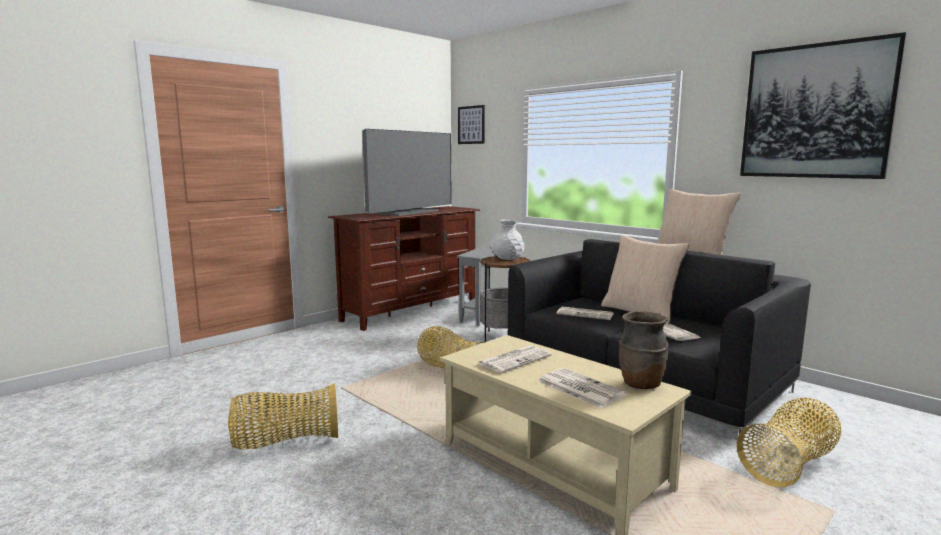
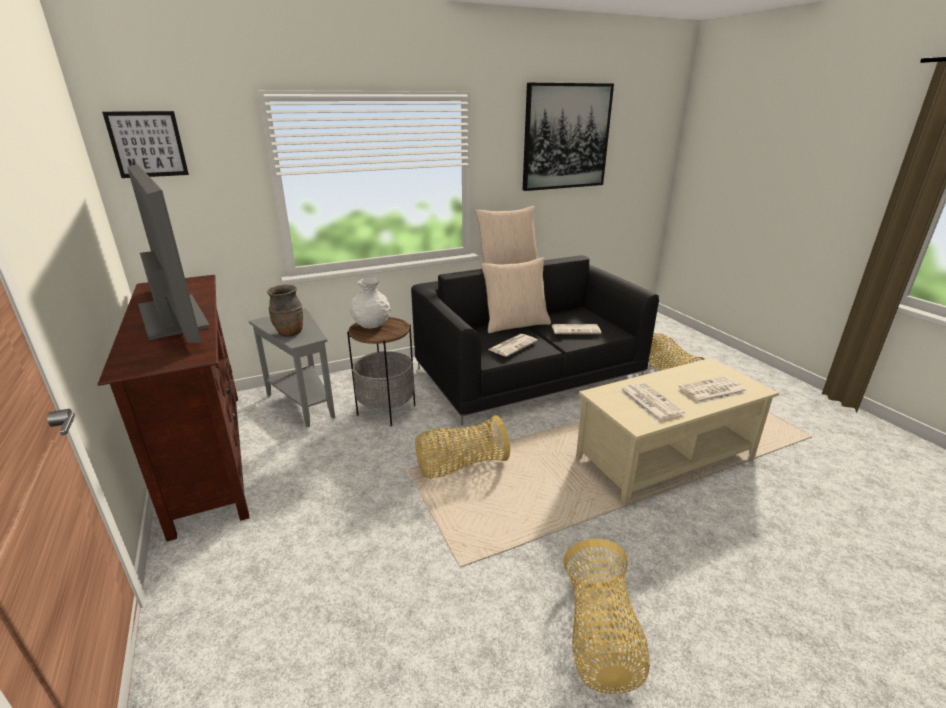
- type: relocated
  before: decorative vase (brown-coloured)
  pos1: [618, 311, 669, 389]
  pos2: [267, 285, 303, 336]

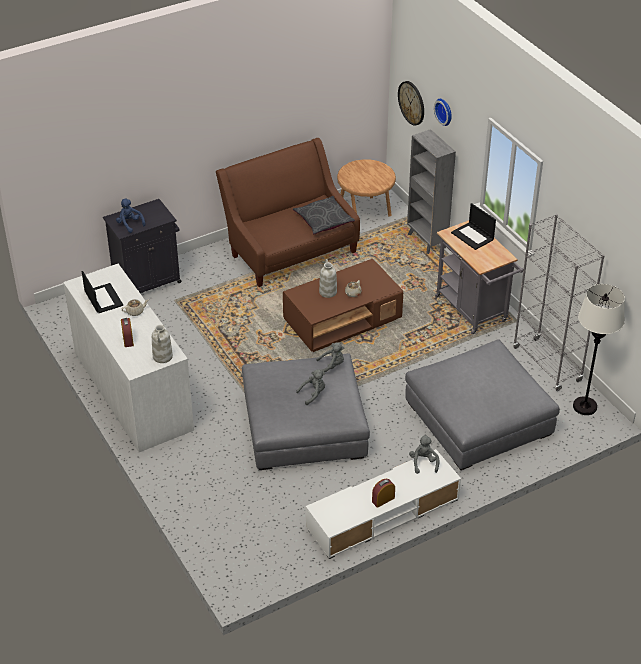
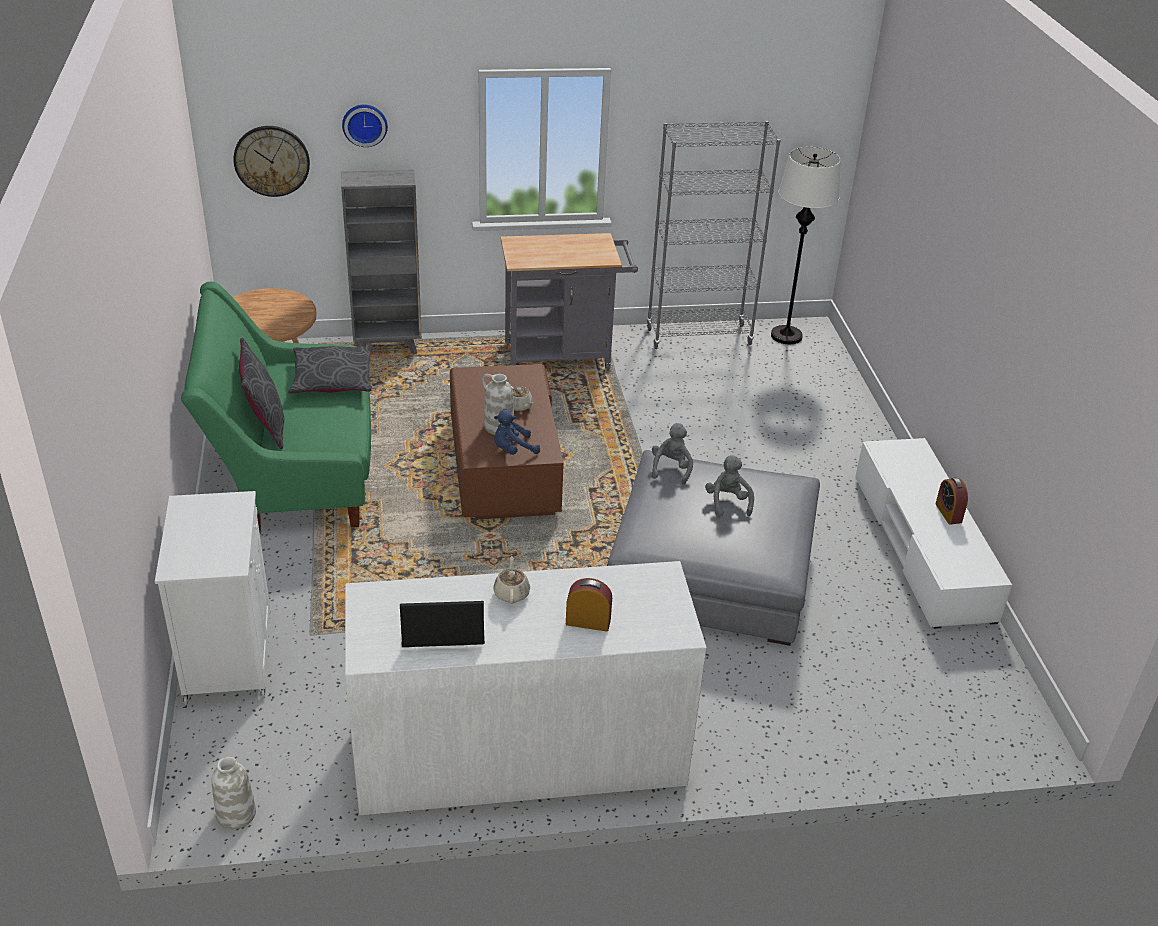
- type: missing
  before: ottoman (gray)
  pos1: [405, 340, 560, 470]
- type: missing
  before: soft toy (gray)
  pos1: [409, 435, 439, 474]
- type: missing
  before: portable computer
  pos1: [451, 203, 496, 250]
- type: appeared
  after: pillow (gray)
  pos2: [239, 338, 284, 449]
- type: relocated
  before: soft toy (bluish)
  pos1: [116, 199, 145, 233]
  pos2: [494, 409, 540, 455]
- type: relocated
  before: decorative vase (white-coloured)
  pos1: [152, 324, 173, 363]
  pos2: [212, 757, 256, 829]
- type: colour
  before: cupboard (blackish)
  after: cupboard (white-coloured)
  pos1: [103, 199, 182, 293]
  pos2: [155, 491, 271, 705]
- type: colour
  before: settee (brown-coloured)
  after: settee (greenish)
  pos1: [216, 138, 360, 287]
  pos2: [181, 282, 371, 533]

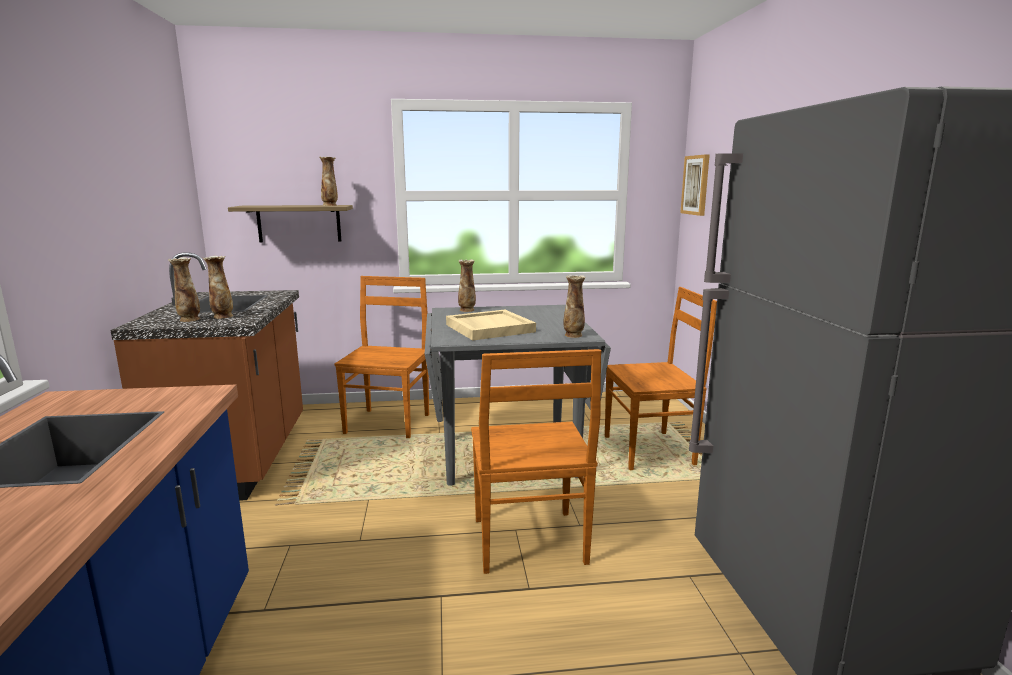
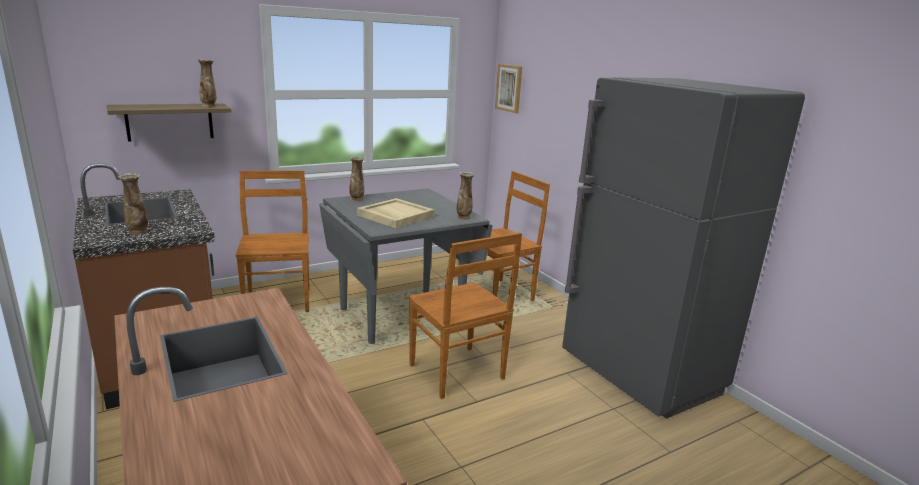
- type: missing
  before: decorative vase
  pos1: [203, 256, 233, 319]

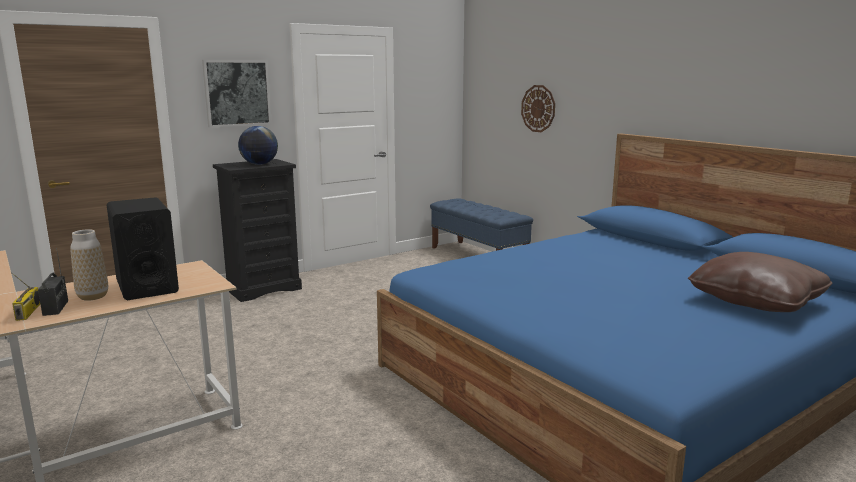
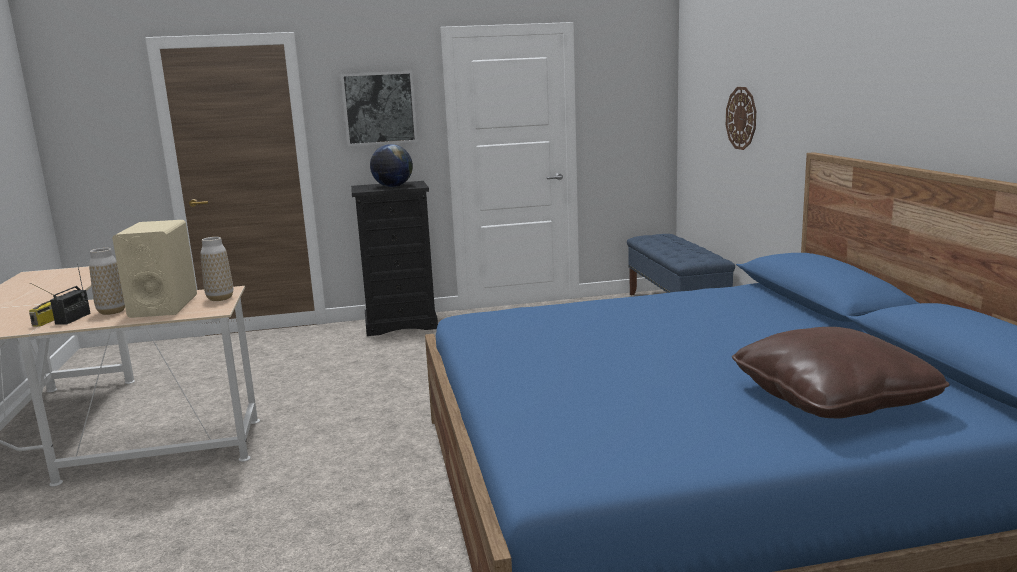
- type: appeared
  after: decorative vase
  pos2: [201, 237, 233, 301]
- type: colour
  before: audio speaker (blackish)
  after: audio speaker (beige-coloured)
  pos1: [107, 197, 179, 300]
  pos2: [112, 220, 197, 318]

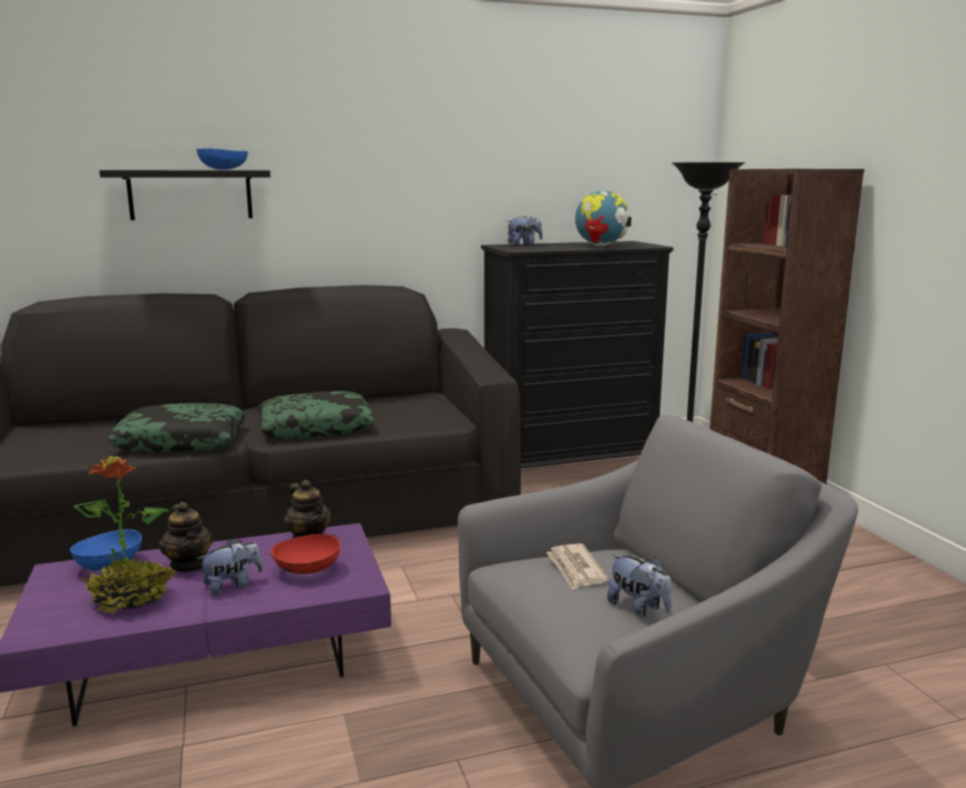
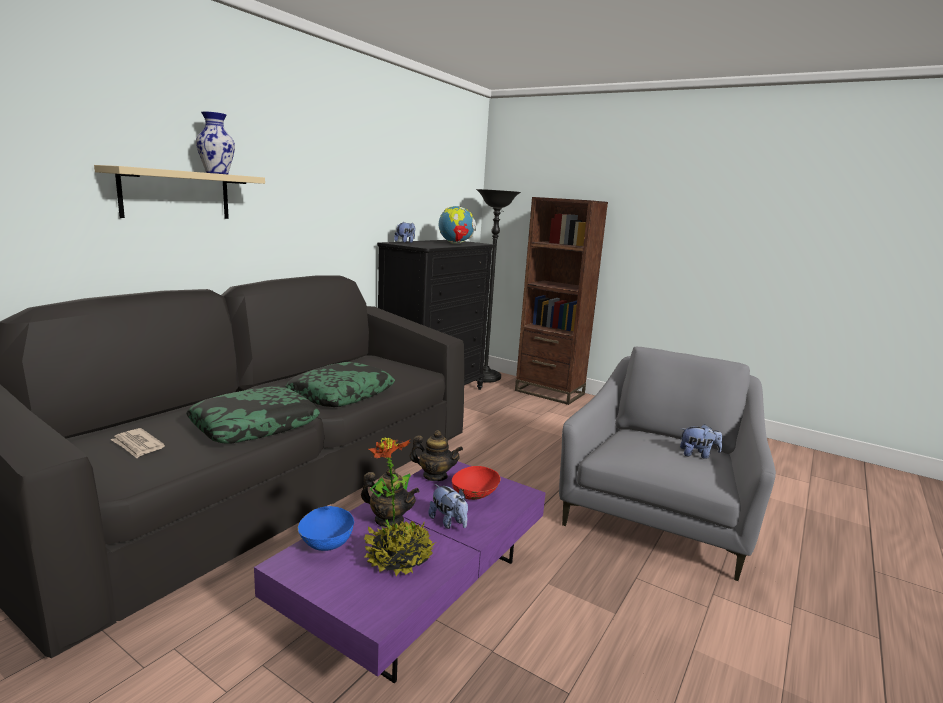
- type: relocated
  before: printed paper
  pos1: [546, 544, 609, 590]
  pos2: [111, 428, 165, 458]
- type: exchanged
  before: bowl (bluish)
  after: decorative vase
  pos1: [196, 148, 248, 170]
  pos2: [196, 111, 235, 174]
- type: colour
  before: shelf (blackish)
  after: shelf (beige-coloured)
  pos1: [99, 170, 271, 220]
  pos2: [94, 165, 265, 219]
- type: spun
  before: soft toy
  pos1: [197, 539, 263, 596]
  pos2: [428, 484, 468, 529]
  turn: 120

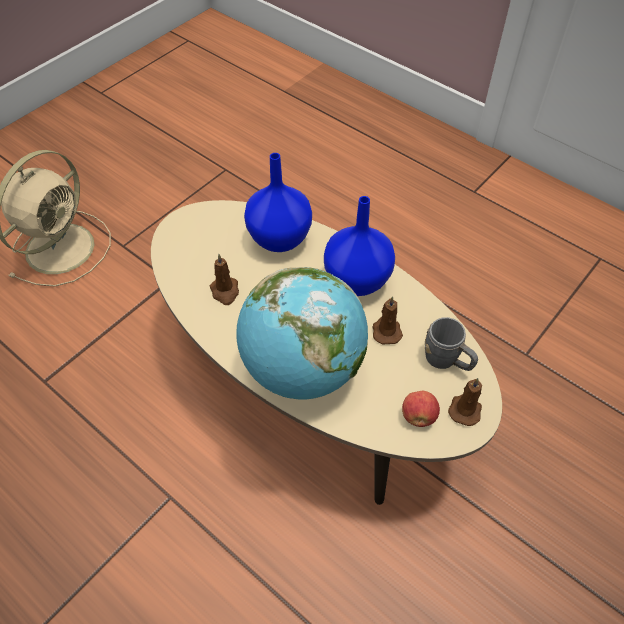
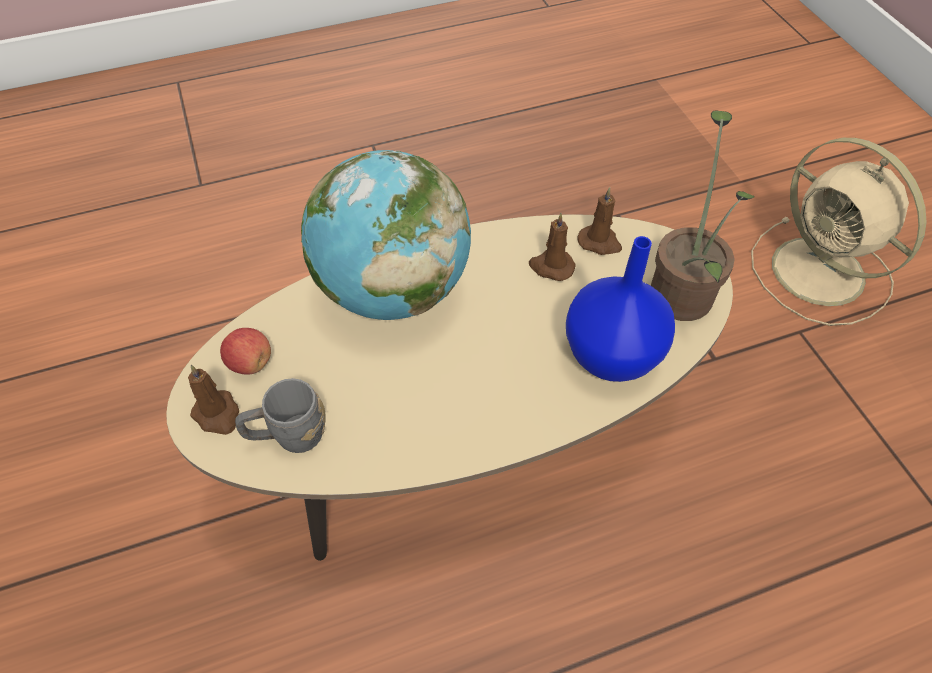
- type: missing
  before: decorative vase (bluish)
  pos1: [324, 196, 395, 296]
- type: appeared
  after: potted plant
  pos2: [651, 111, 755, 321]
- type: relocated
  before: wax light (brown-coloured)
  pos1: [373, 296, 403, 344]
  pos2: [577, 187, 622, 255]

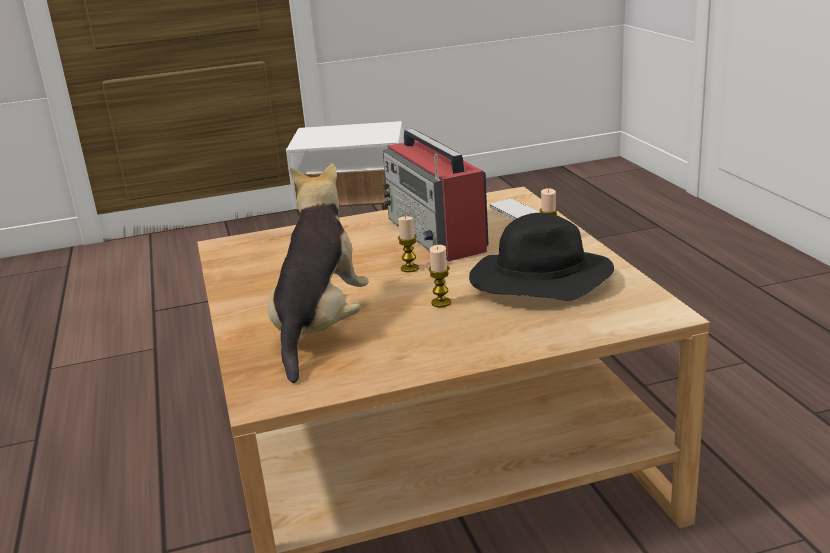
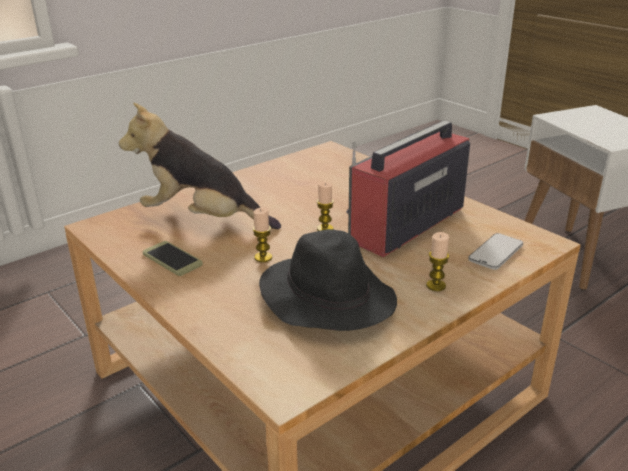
- type: appeared
  after: handset
  pos2: [143, 241, 203, 276]
- type: spun
  before: soft toy
  pos1: [268, 163, 369, 383]
  pos2: [119, 103, 281, 229]
  turn: -150

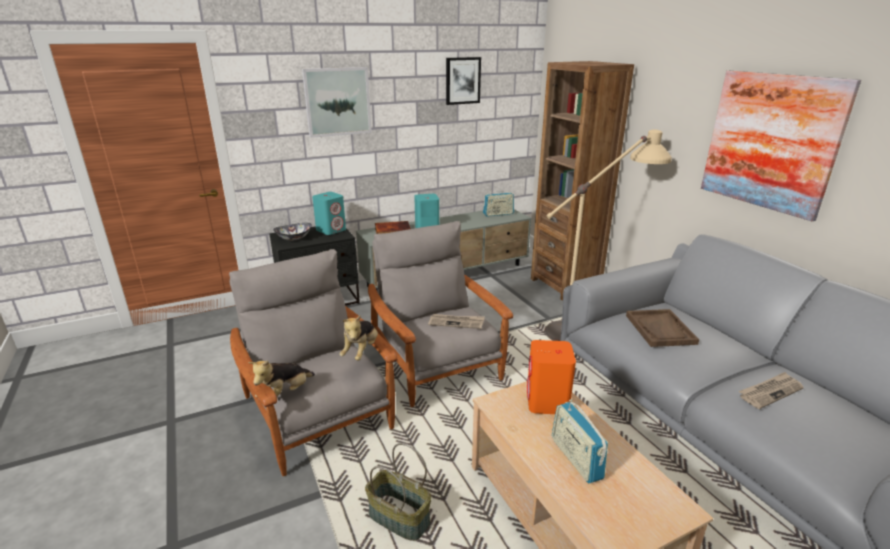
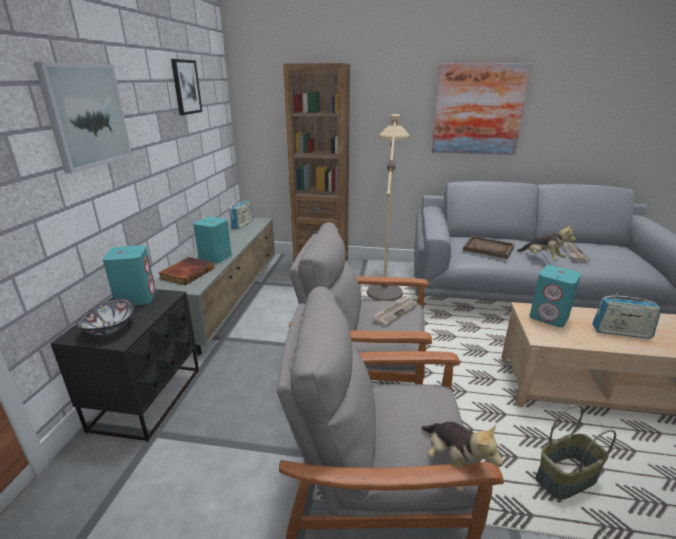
- type: relocated
  before: soft toy
  pos1: [339, 315, 378, 360]
  pos2: [517, 225, 576, 260]
- type: colour
  before: audio speaker (orange-coloured)
  after: audio speaker (turquoise-coloured)
  pos1: [527, 340, 576, 414]
  pos2: [530, 265, 581, 327]

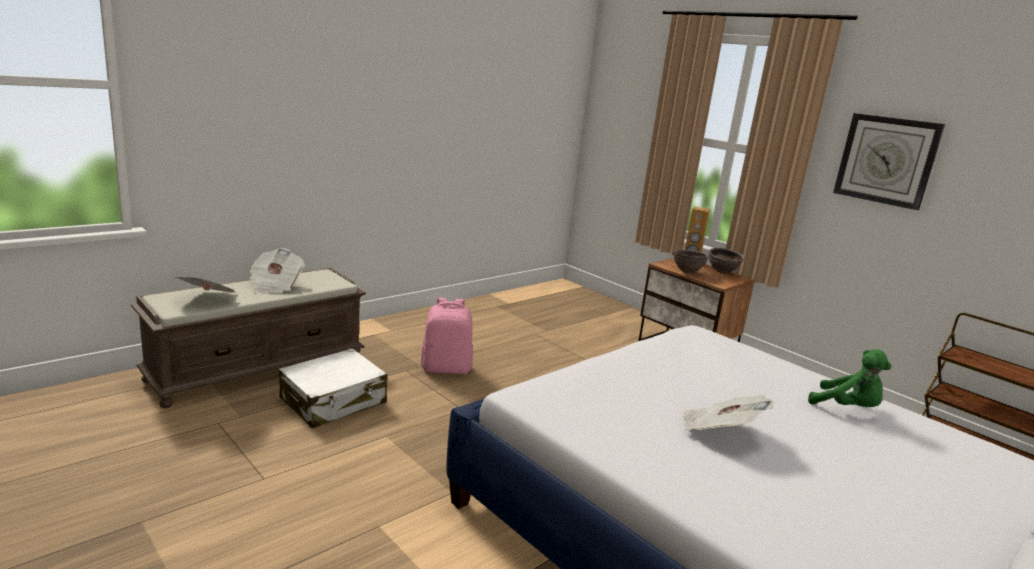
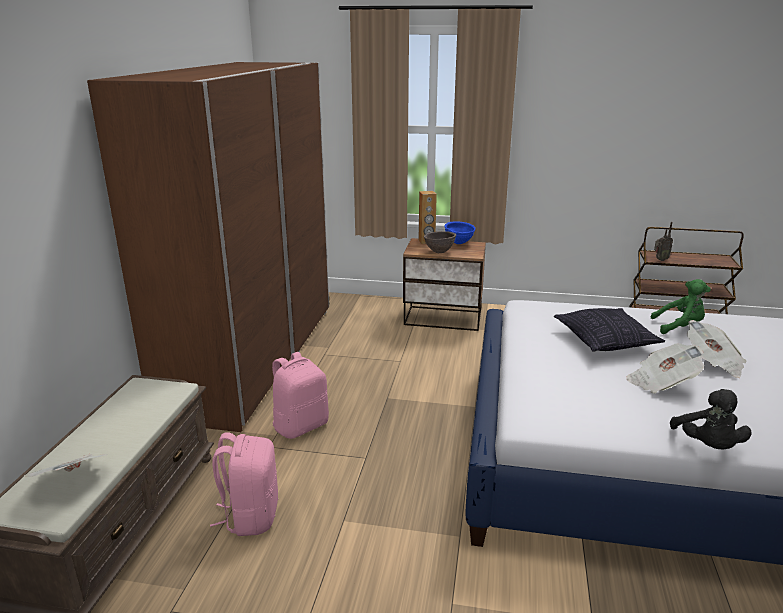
- type: missing
  before: hanging clock
  pos1: [833, 113, 945, 210]
- type: appeared
  after: armoire (brown-coloured)
  pos2: [87, 62, 329, 432]
- type: appeared
  after: pillow
  pos2: [554, 308, 665, 352]
- type: appeared
  after: radio receiver
  pos2: [654, 222, 673, 261]
- type: appeared
  after: soft toy (blackish)
  pos2: [670, 389, 751, 450]
- type: relocated
  before: printed paper
  pos1: [250, 248, 305, 294]
  pos2: [686, 320, 746, 378]
- type: exchanged
  before: suitcase (white-coloured)
  after: backpack (pinkish)
  pos1: [279, 348, 387, 428]
  pos2: [210, 432, 278, 536]
- type: colour
  before: bowl (brown-coloured)
  after: bowl (bluish)
  pos1: [709, 248, 744, 274]
  pos2: [444, 221, 475, 244]

